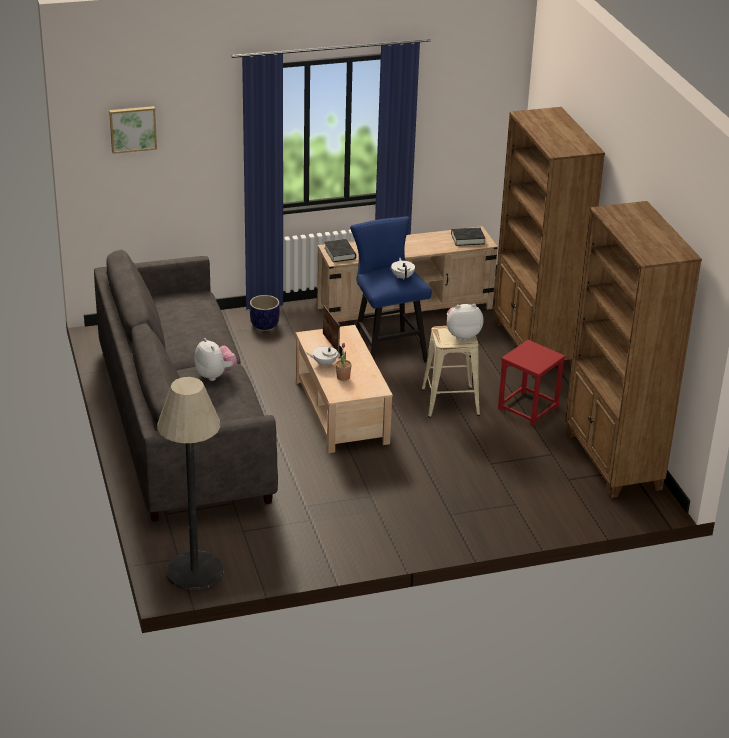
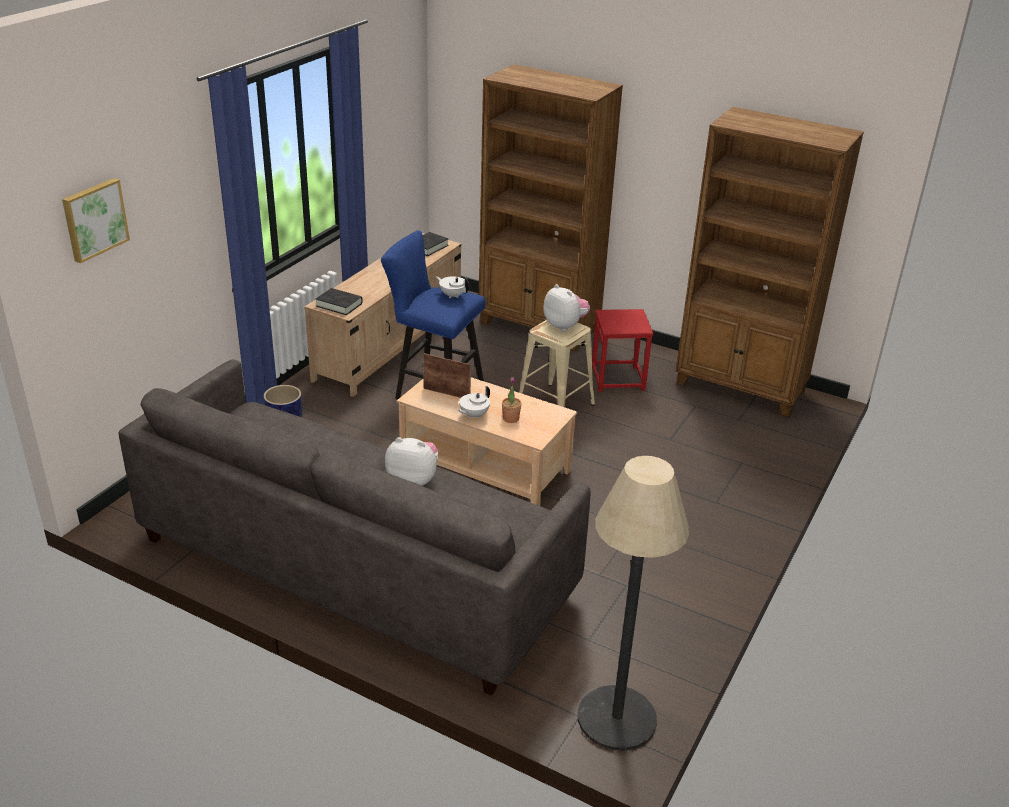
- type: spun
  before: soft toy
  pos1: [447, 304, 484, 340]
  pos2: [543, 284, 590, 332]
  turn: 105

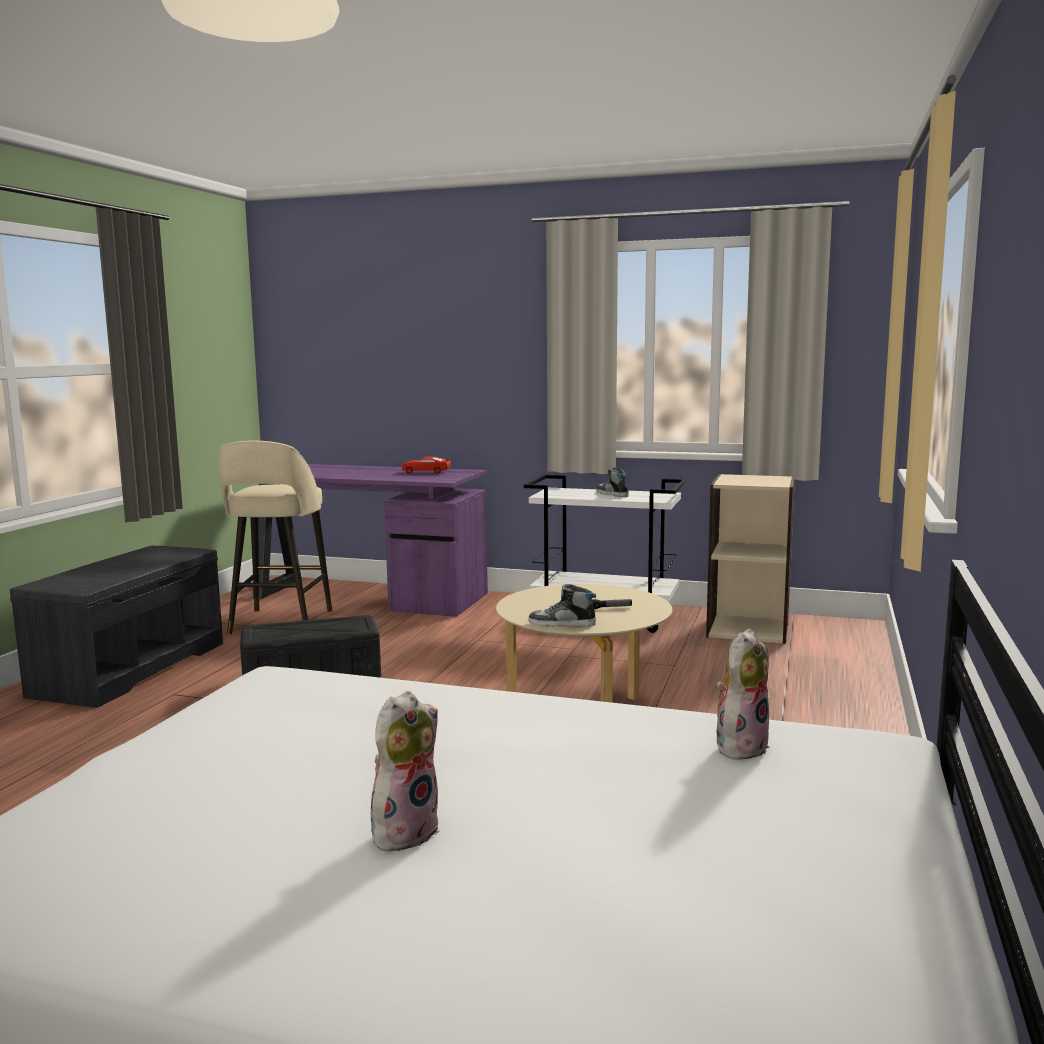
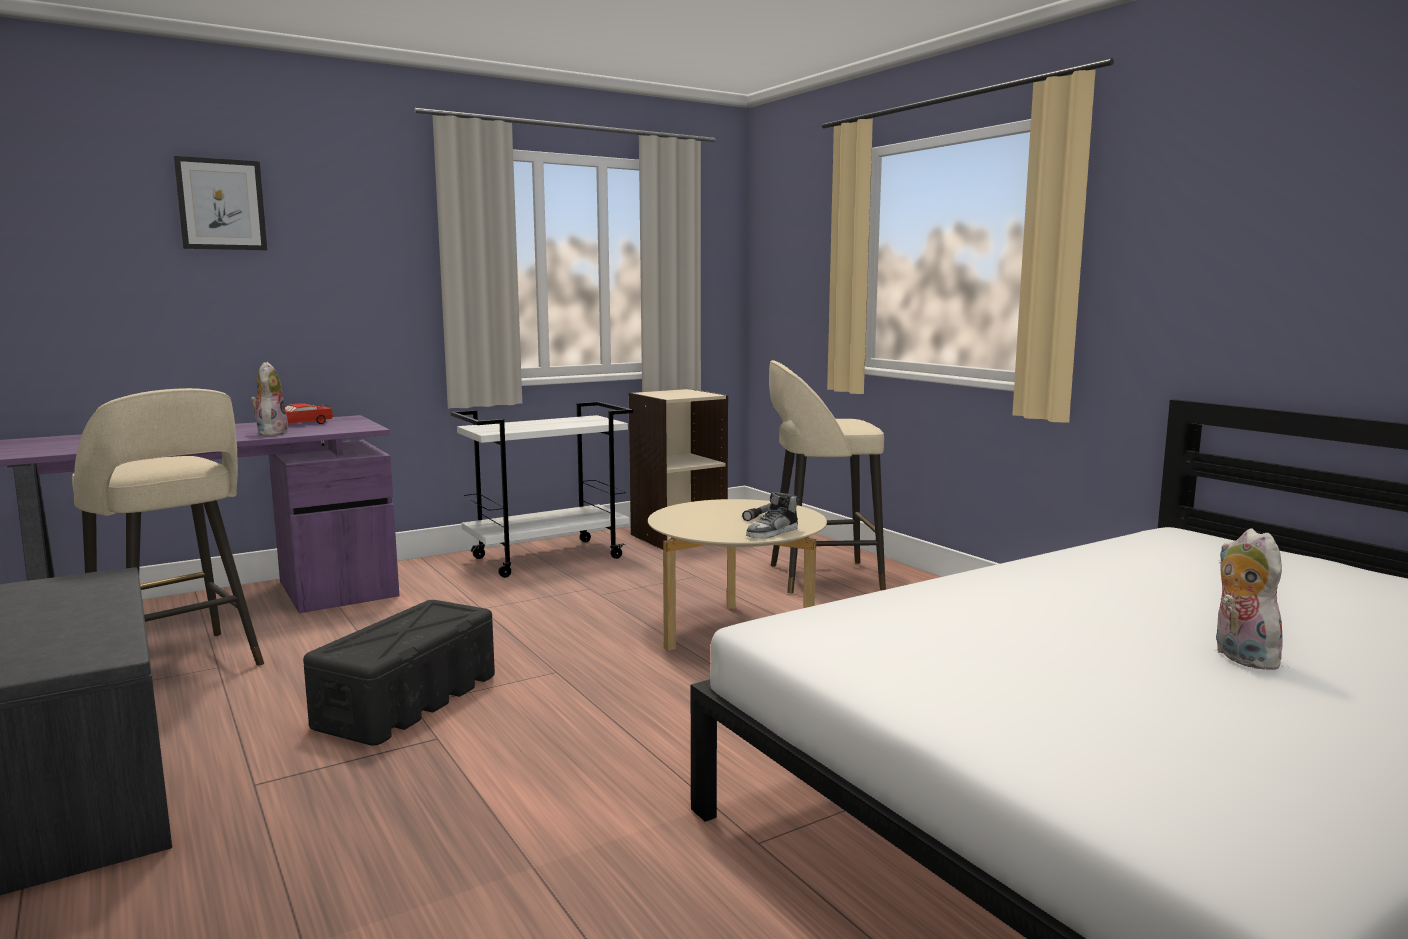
- type: missing
  before: shoe
  pos1: [596, 467, 629, 497]
- type: appeared
  after: picture
  pos2: [174, 156, 267, 250]
- type: appeared
  after: stool seat (beige-coloured)
  pos2: [769, 360, 886, 594]
- type: relocated
  before: soft toy
  pos1: [715, 628, 770, 760]
  pos2: [251, 362, 289, 436]

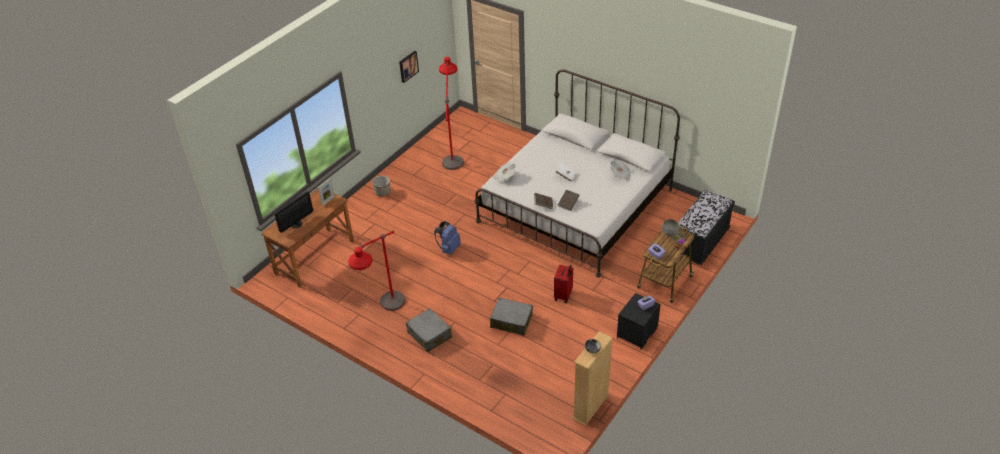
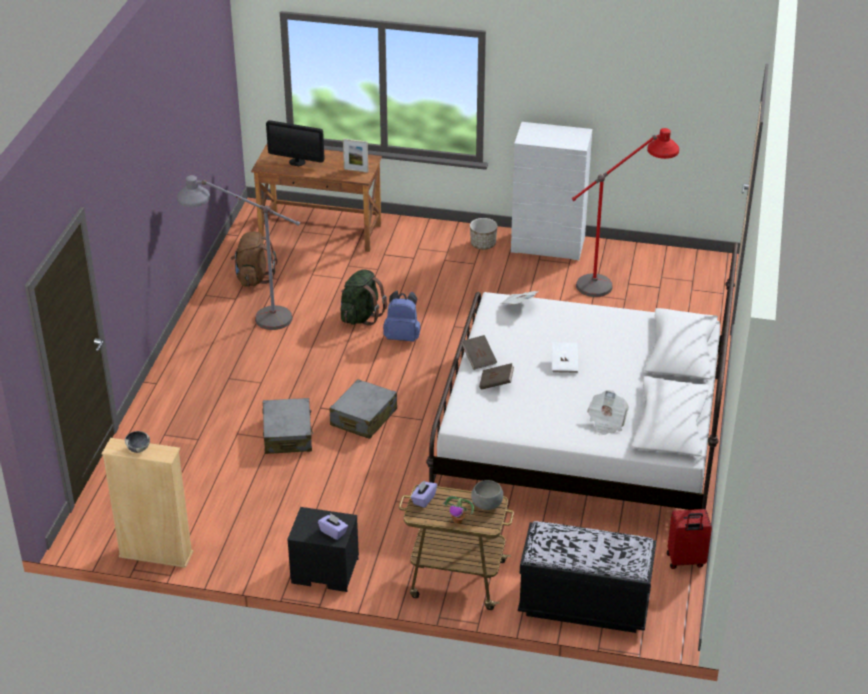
- type: missing
  before: picture
  pos1: [399, 51, 419, 83]
- type: appeared
  after: backpack (brown-coloured)
  pos2: [231, 232, 277, 287]
- type: appeared
  after: backpack (greenish)
  pos2: [340, 269, 387, 326]
- type: appeared
  after: dresser (white-coloured)
  pos2: [511, 122, 592, 260]
- type: relocated
  before: suitcase (gray)
  pos1: [406, 308, 452, 352]
  pos2: [330, 379, 397, 439]
- type: relocated
  before: suitcase (red-coloured)
  pos1: [554, 264, 573, 303]
  pos2: [667, 509, 712, 569]
- type: colour
  before: floor lamp (red-coloured)
  after: floor lamp (gray)
  pos1: [349, 231, 406, 311]
  pos2: [177, 175, 300, 330]

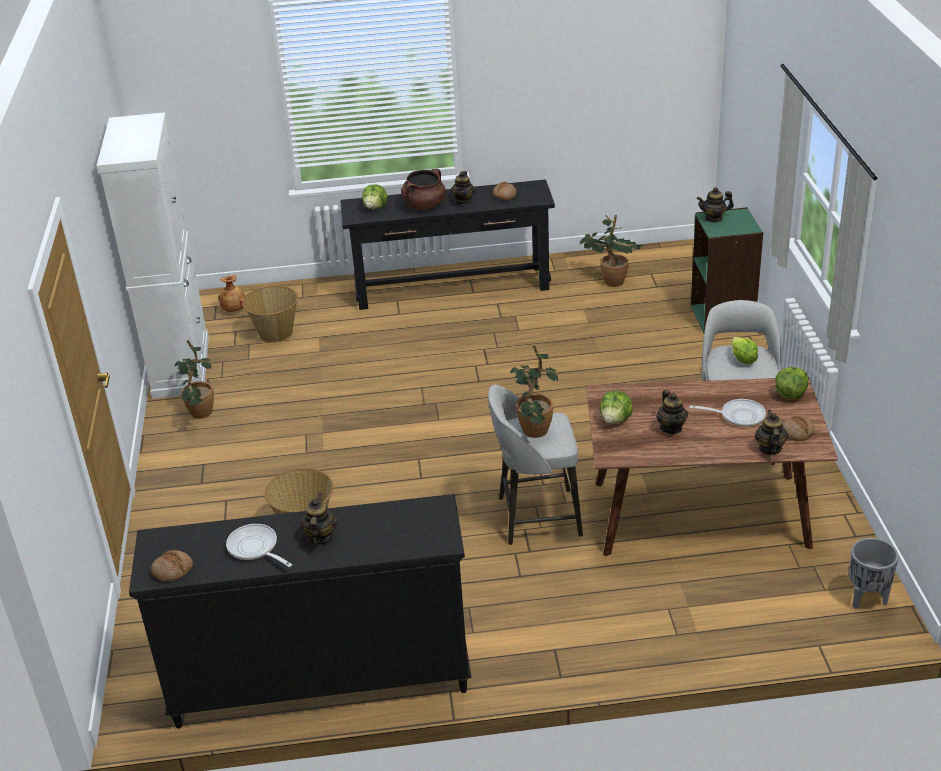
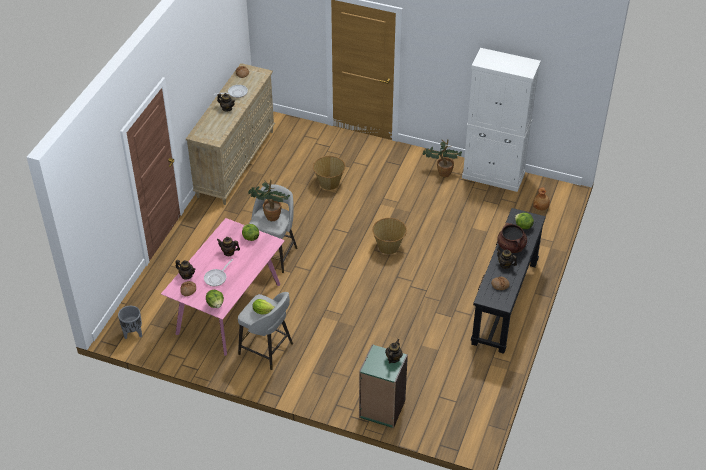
- type: missing
  before: potted plant
  pos1: [580, 215, 642, 287]
- type: relocated
  before: basket
  pos1: [242, 285, 298, 343]
  pos2: [372, 218, 407, 254]
- type: colour
  before: dresser (blackish)
  after: dresser (beige-coloured)
  pos1: [129, 494, 471, 729]
  pos2: [186, 63, 275, 205]
- type: colour
  before: dining table (brown-coloured)
  after: dining table (pinkish)
  pos1: [586, 377, 838, 556]
  pos2: [161, 218, 285, 356]

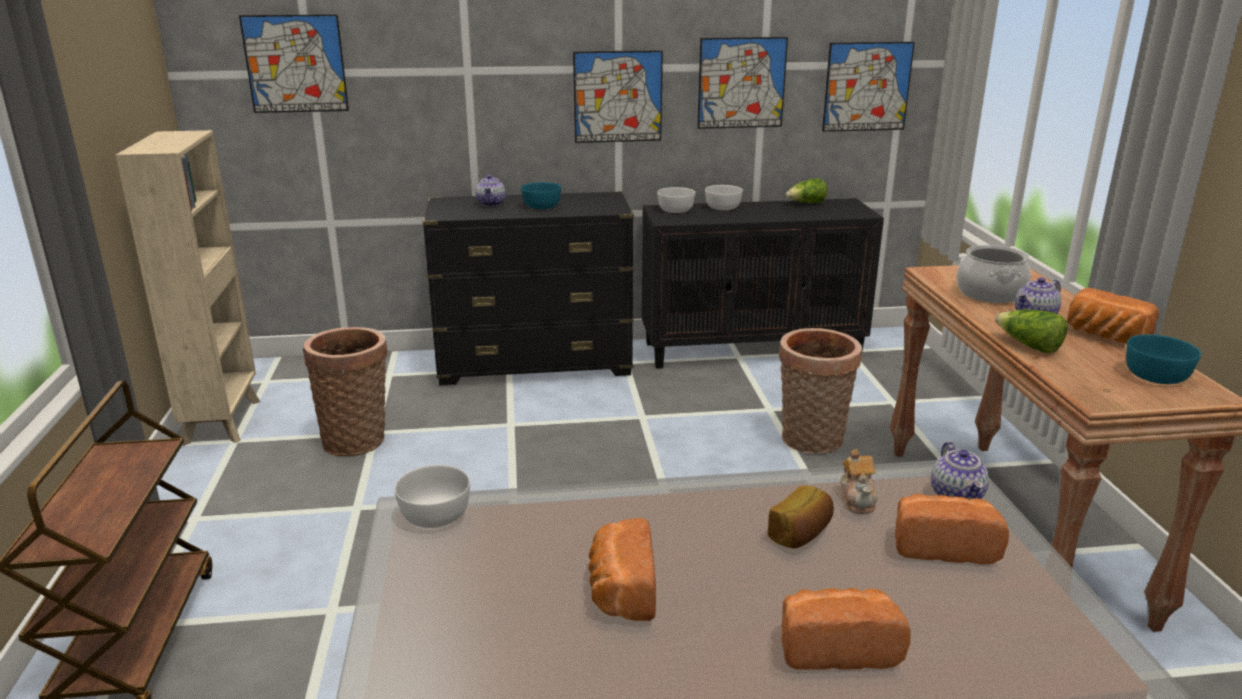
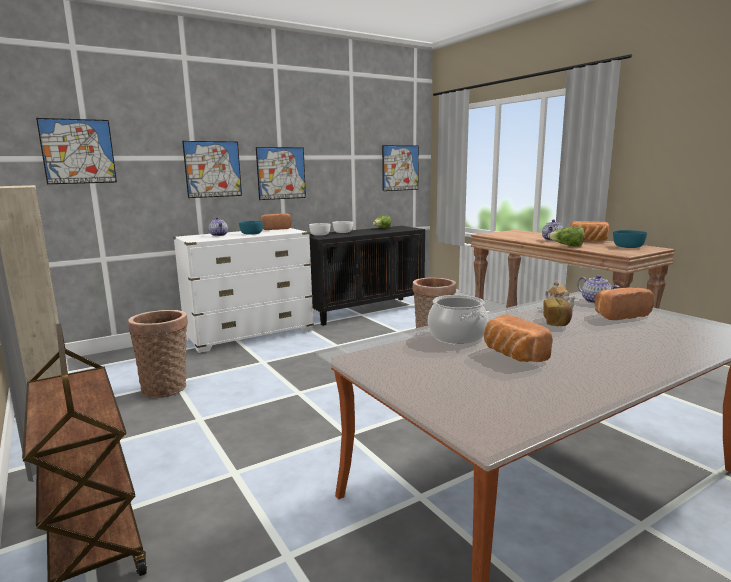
- type: missing
  before: bowl (white-coloured)
  pos1: [394, 465, 470, 528]
- type: relocated
  before: picture
  pos1: [697, 37, 788, 129]
  pos2: [182, 141, 242, 198]
- type: relocated
  before: bakery bread
  pos1: [781, 588, 911, 670]
  pos2: [260, 213, 292, 230]
- type: relocated
  before: saucepot
  pos1: [957, 245, 1031, 303]
  pos2: [428, 295, 488, 344]
- type: colour
  before: dresser (blackish)
  after: dresser (white-coloured)
  pos1: [422, 191, 634, 385]
  pos2: [173, 228, 314, 353]

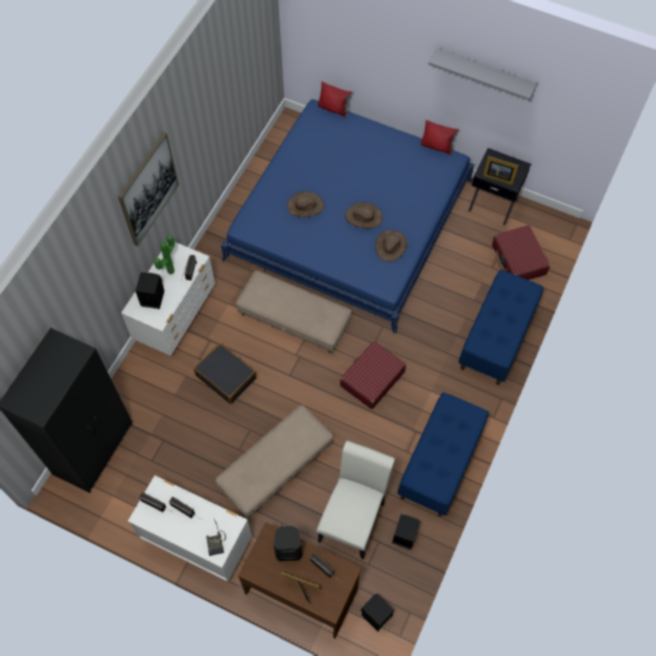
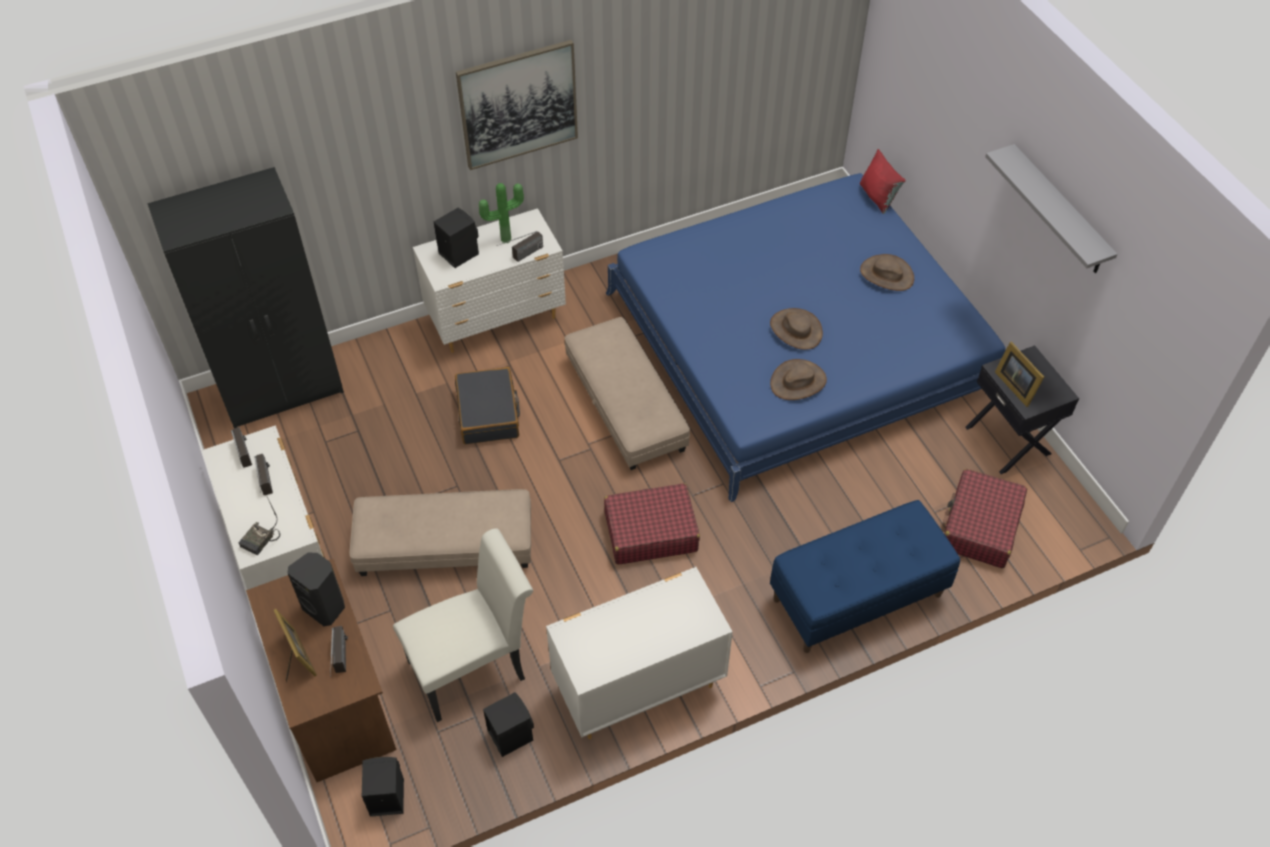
- type: missing
  before: pillow (red-coloured)
  pos1: [421, 120, 459, 155]
- type: relocated
  before: hat (brown-coloured)
  pos1: [287, 191, 324, 217]
  pos2: [860, 254, 914, 291]
- type: exchanged
  before: bench (bluish)
  after: dresser (white-coloured)
  pos1: [397, 392, 489, 517]
  pos2: [546, 567, 733, 739]

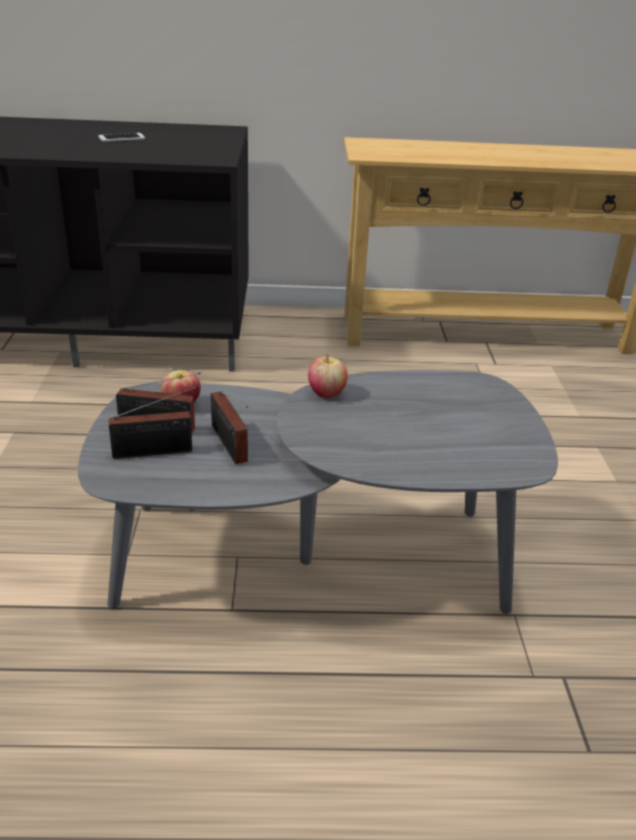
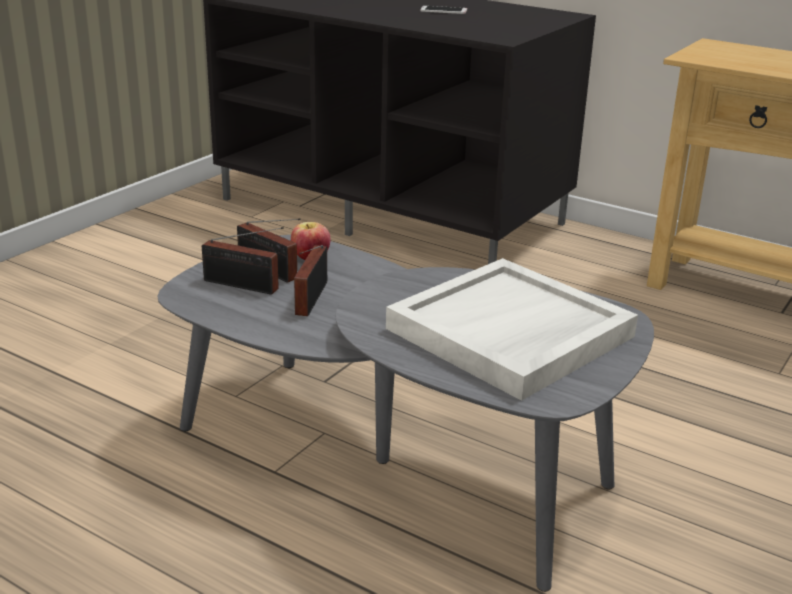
- type: missing
  before: whole apple
  pos1: [308, 354, 348, 398]
- type: appeared
  after: serving tray (white-coloured)
  pos2: [386, 258, 638, 401]

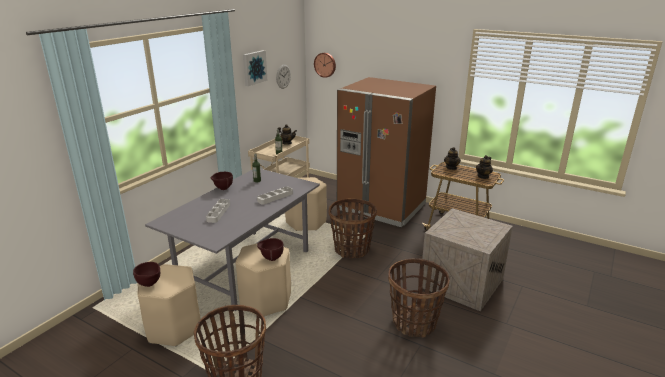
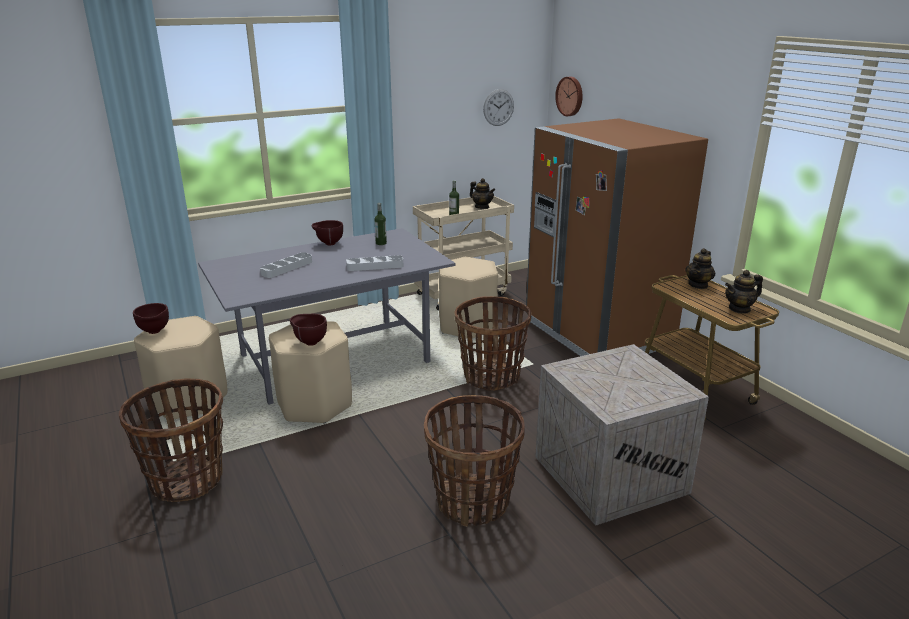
- type: missing
  before: picture
  pos1: [243, 50, 267, 86]

